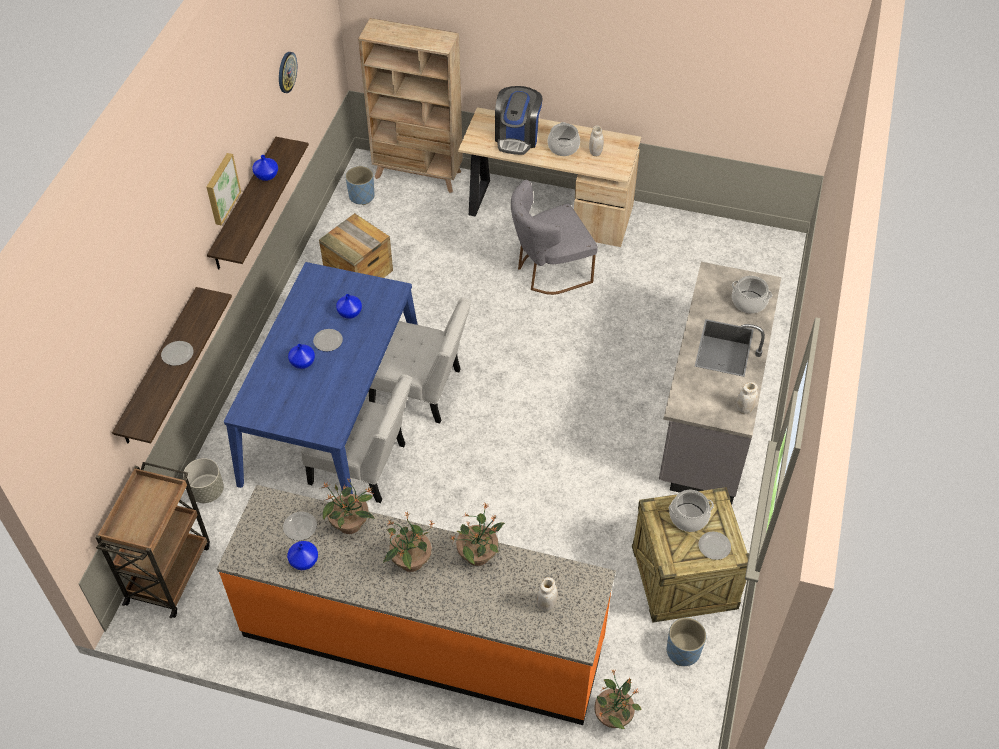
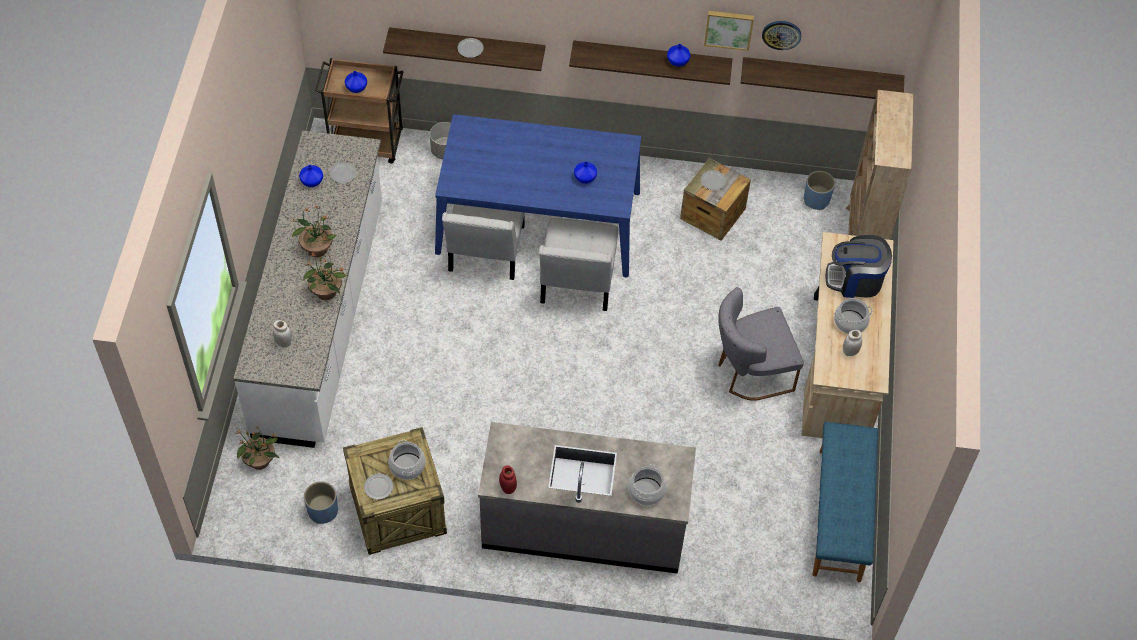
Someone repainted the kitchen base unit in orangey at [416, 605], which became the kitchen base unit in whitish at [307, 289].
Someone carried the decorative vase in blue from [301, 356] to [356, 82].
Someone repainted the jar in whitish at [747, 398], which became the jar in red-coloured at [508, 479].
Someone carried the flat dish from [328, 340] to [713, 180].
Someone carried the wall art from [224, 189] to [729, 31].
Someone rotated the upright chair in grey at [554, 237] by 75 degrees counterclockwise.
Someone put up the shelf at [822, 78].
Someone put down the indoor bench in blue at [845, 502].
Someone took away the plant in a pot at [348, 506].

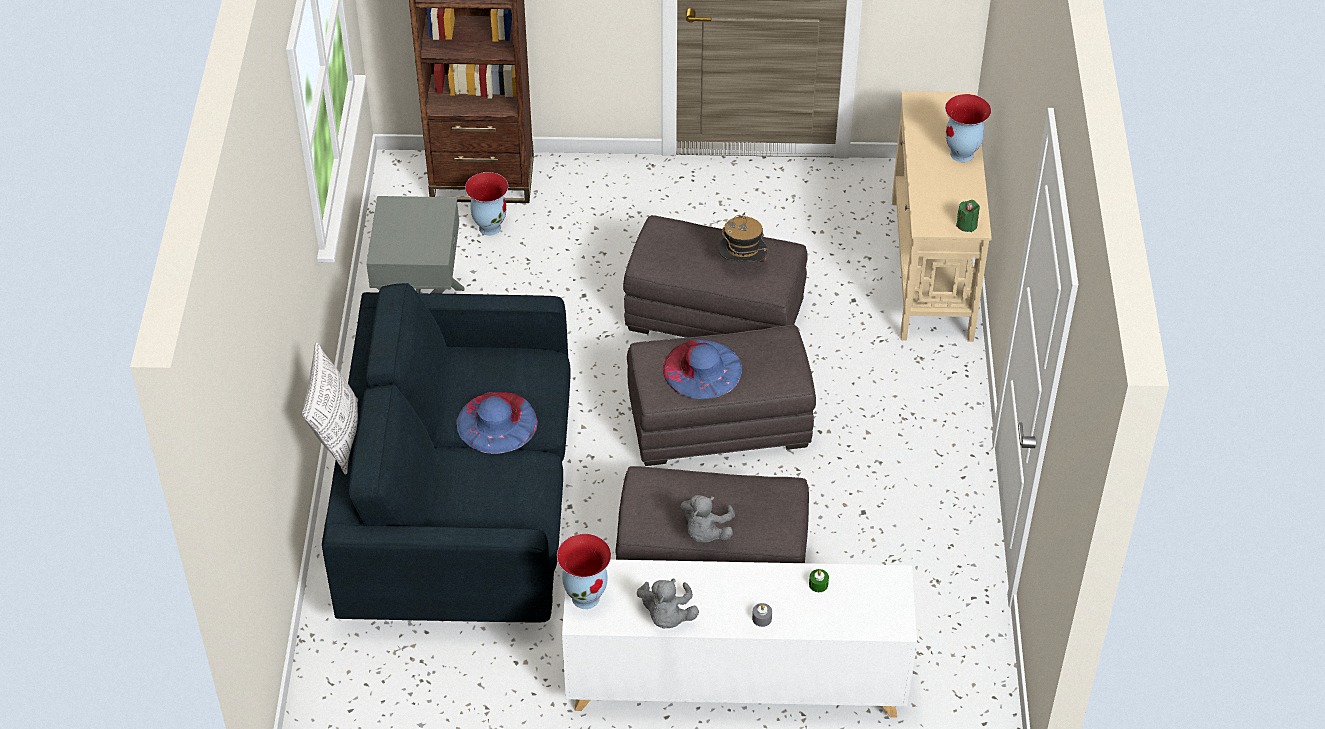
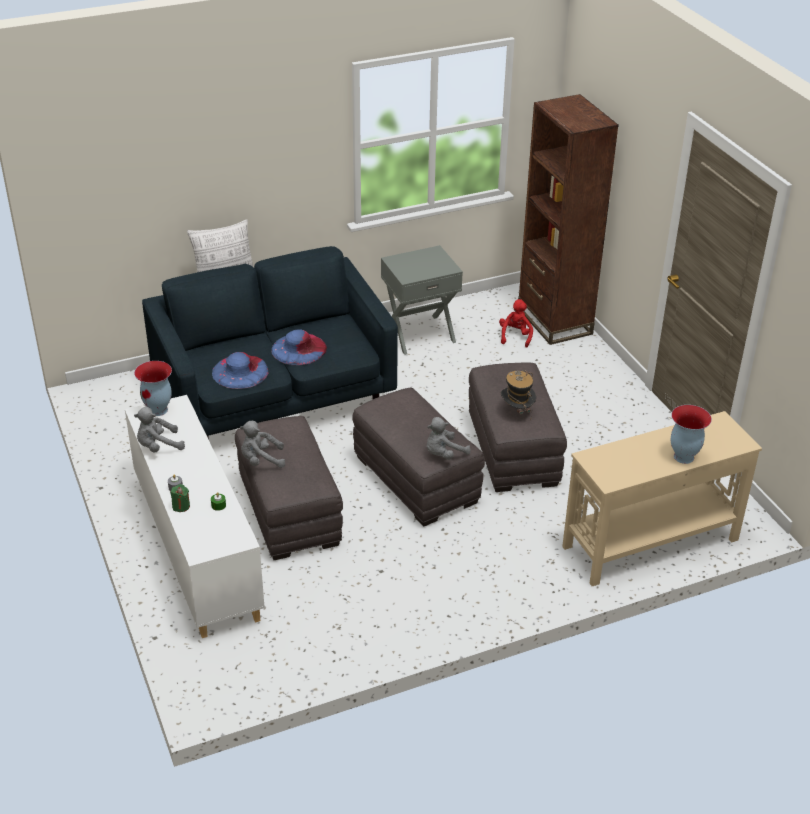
Someone carried the candle in greenish from [968, 216] to [180, 498].
Someone carried the hat in blue from [702, 369] to [240, 370].
Someone put down the soft toy in grey at [449, 438].
Someone swapped the decorative vase at [486, 204] for the soft toy in red-coloured at [516, 323].

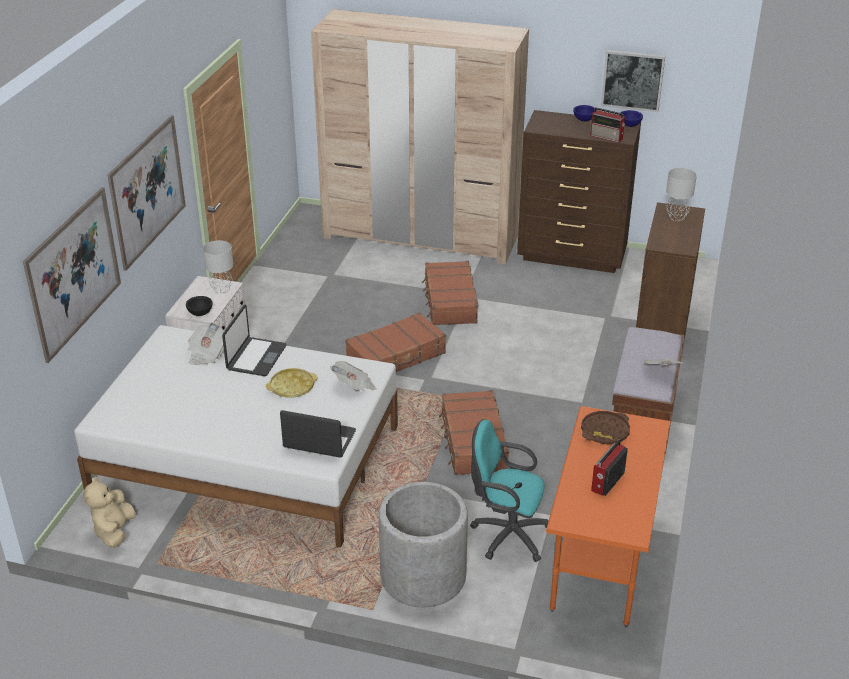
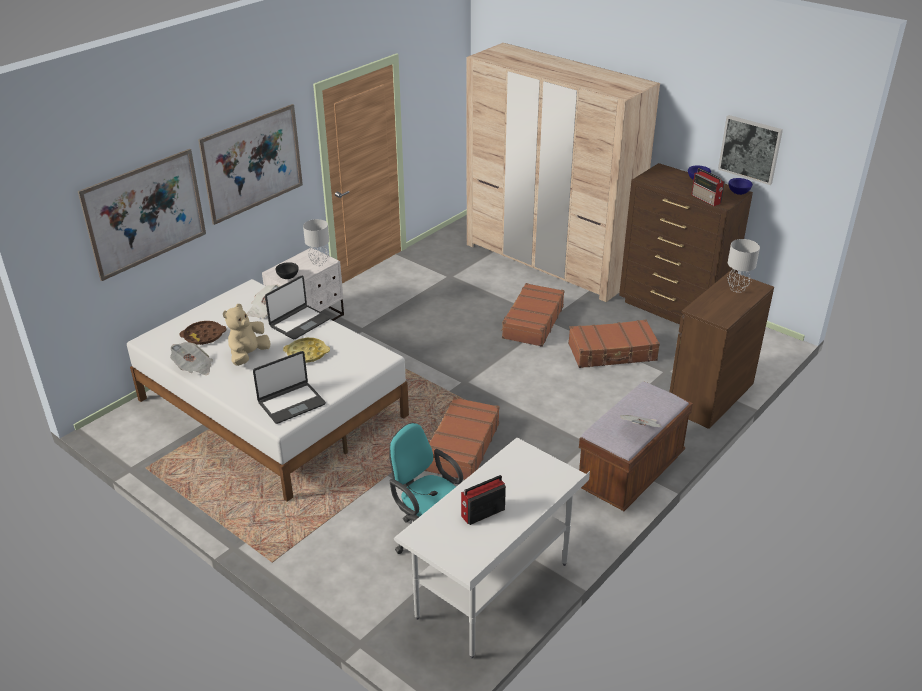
Someone carried the printed paper from [353, 376] to [191, 358].
Someone carried the serving tray in brown-coloured from [605, 428] to [203, 333].
Someone carried the soft toy in sand-coloured from [109, 512] to [246, 335].
Someone rotated the notebook computer at [318, 433] by 105 degrees clockwise.
Someone repainted the desk in orangey at [608, 516], which became the desk in whitish at [492, 548].
Someone carried the piece of luggage in brown-coloured from [395, 342] to [614, 344].
Someone took away the flower pot in grey at [423, 544].

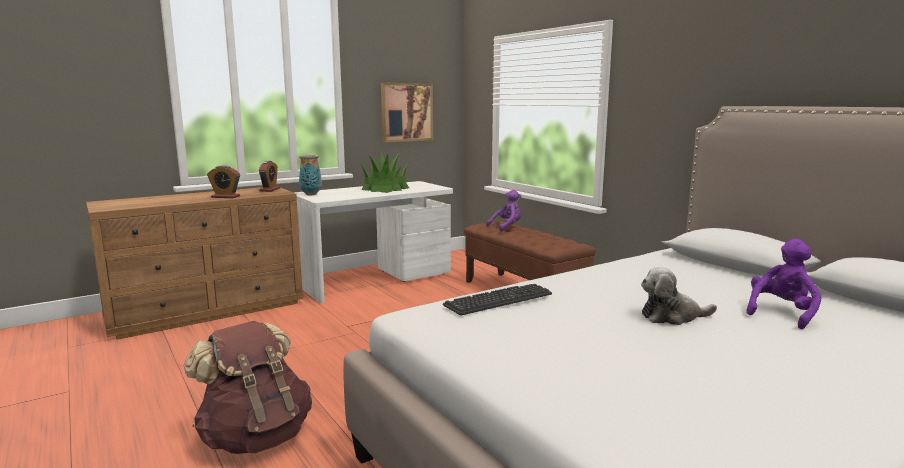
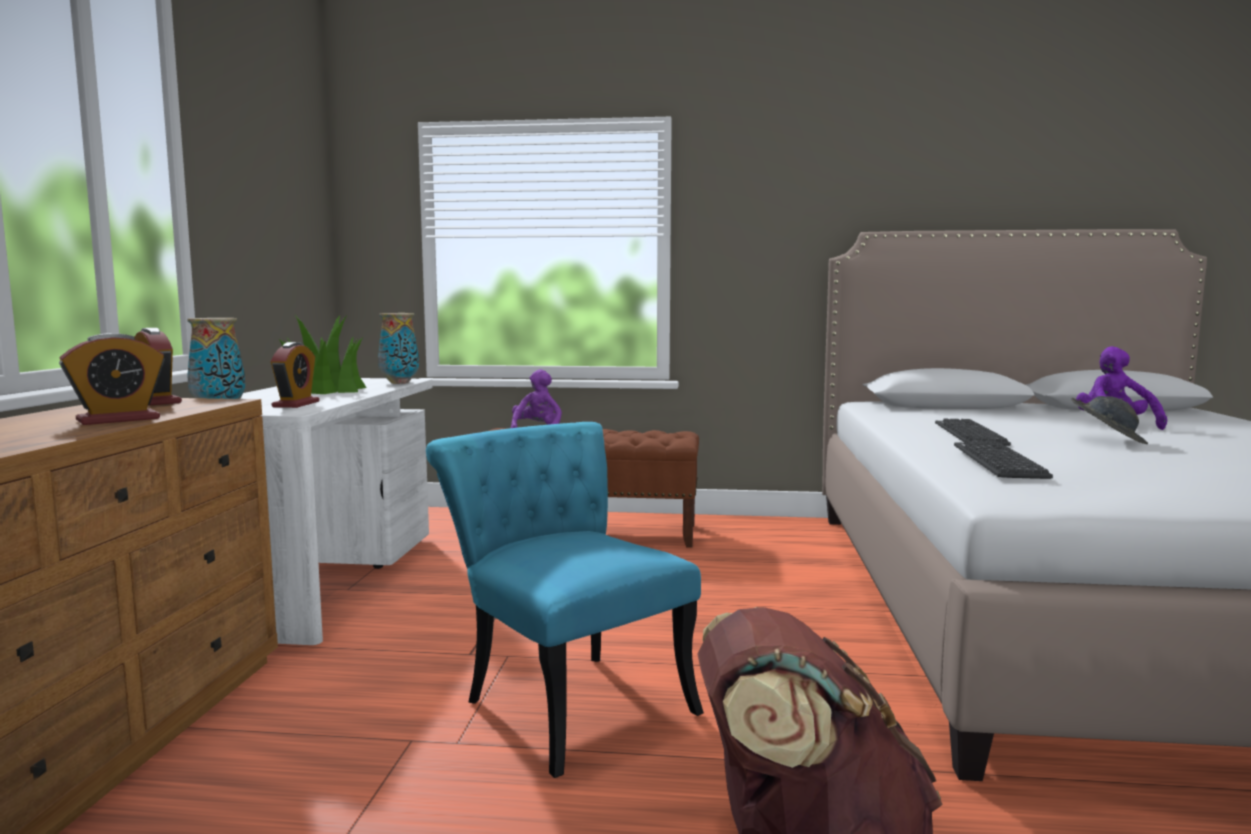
Someone put down the alarm clock at [295, 375].
Someone put down the decorative vase at [398, 348].
Someone put down the upright chair in turquoise at [565, 600].
Someone put down the keyboard at [973, 432].
Someone swapped the soft toy at [679, 296] for the hat in grey at [1109, 420].
Someone took away the wall art at [407, 112].

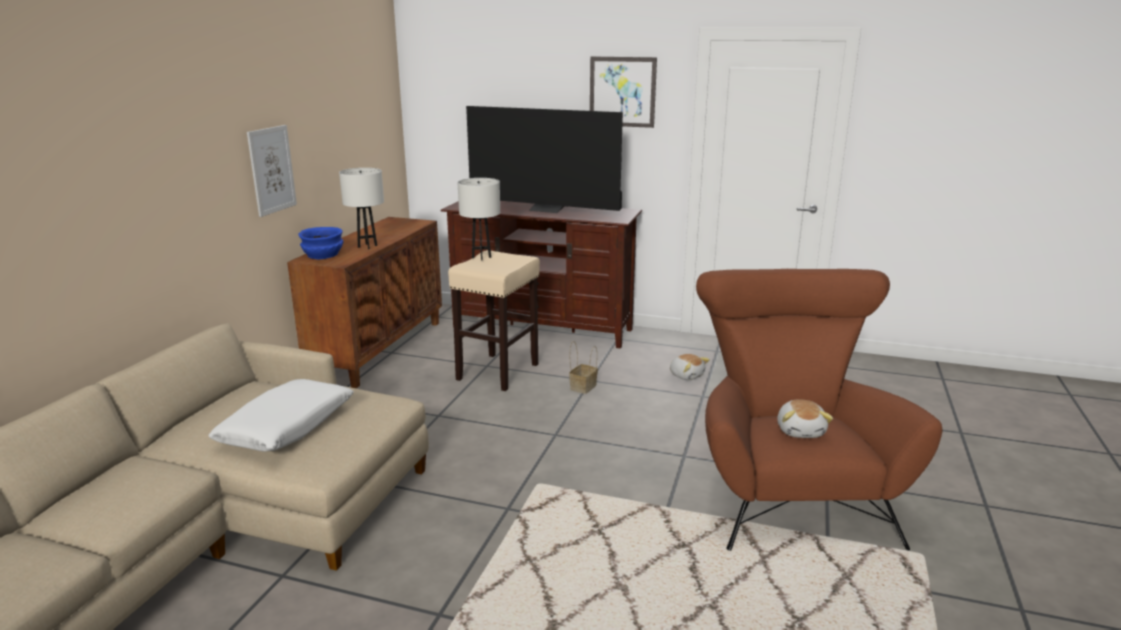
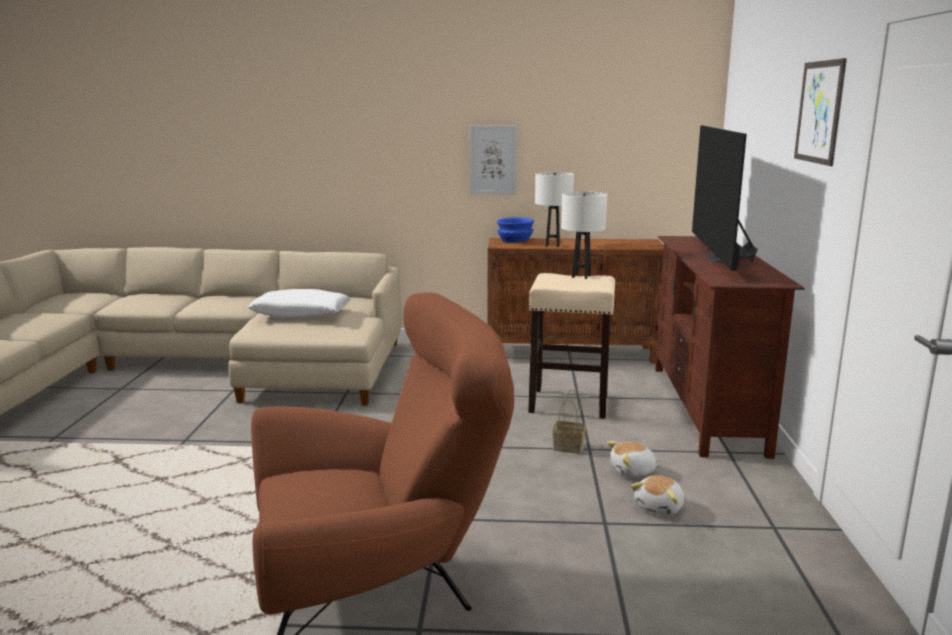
Someone carried the soft toy from [805, 418] to [633, 459].

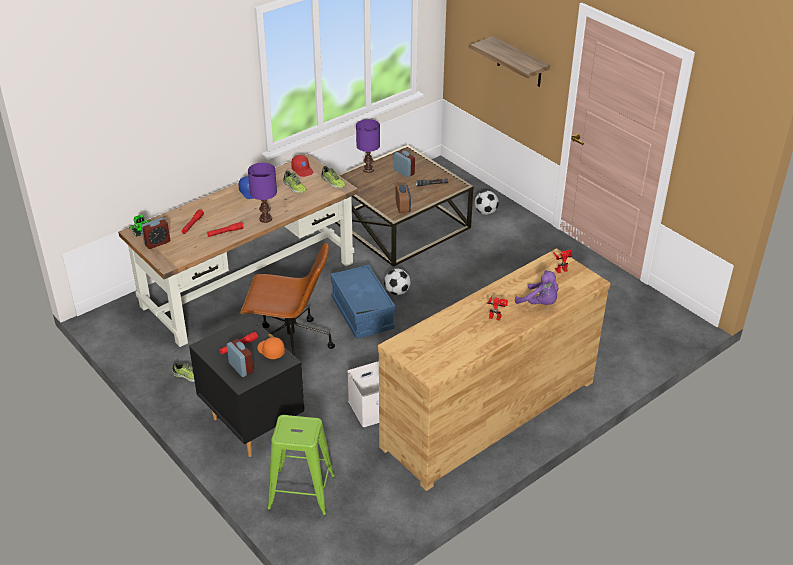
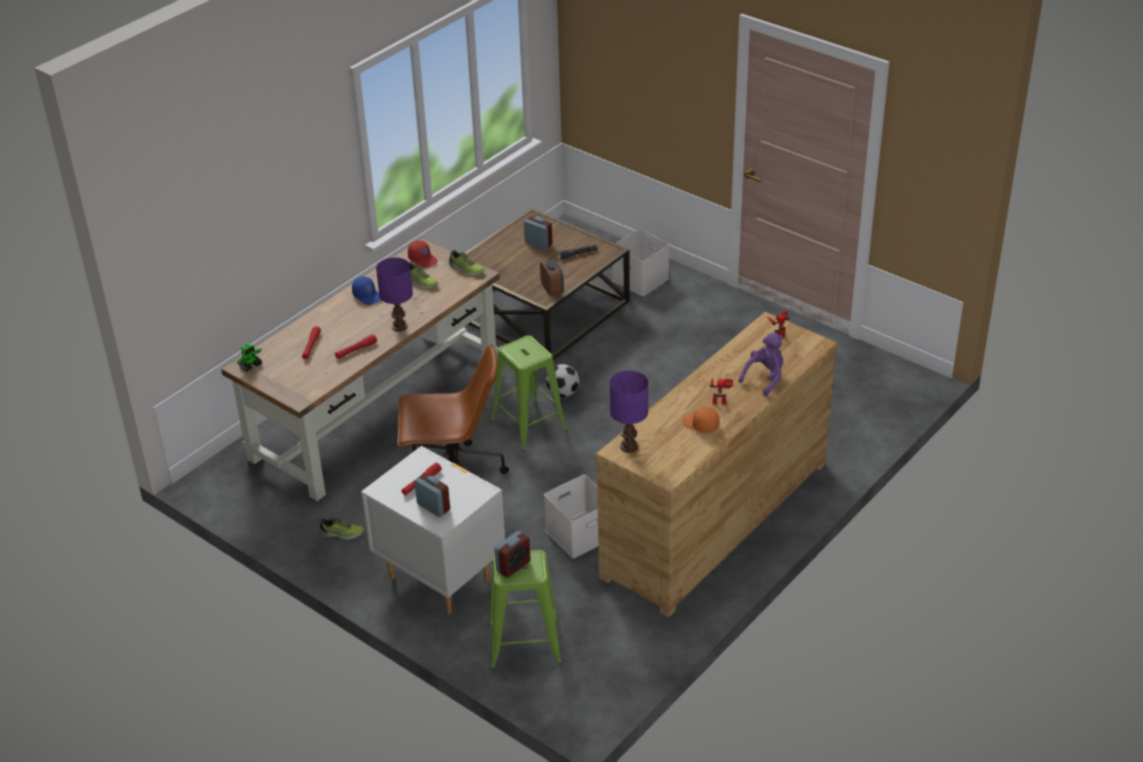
Someone repainted the nightstand in black-coloured at [246, 386], which became the nightstand in whitish at [433, 530].
Someone swapped the storage container in blue at [363, 302] for the sitting stool in greenish at [529, 394].
Someone carried the alarm clock from [155, 233] to [512, 554].
Someone carried the lamp for a table in purple from [368, 146] to [629, 412].
Someone swapped the football ball at [486, 203] for the storage container in whitish at [641, 262].
Someone carried the baseball cap in orangey from [271, 348] to [701, 420].
Someone rotated the soft toy in purple at [536, 287] by 75 degrees counterclockwise.
Someone took away the shelf at [510, 61].

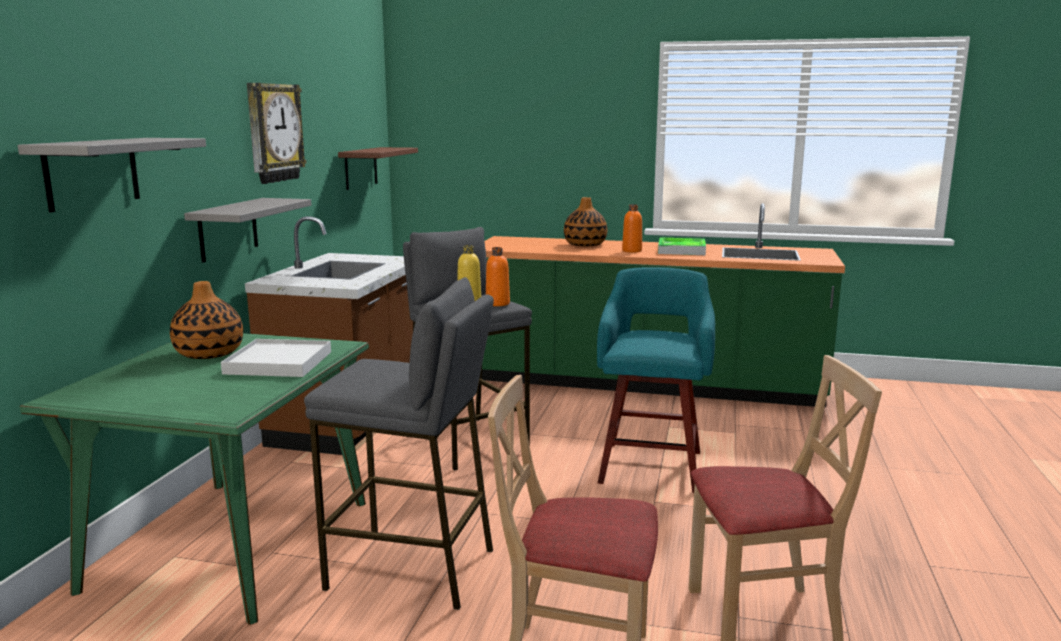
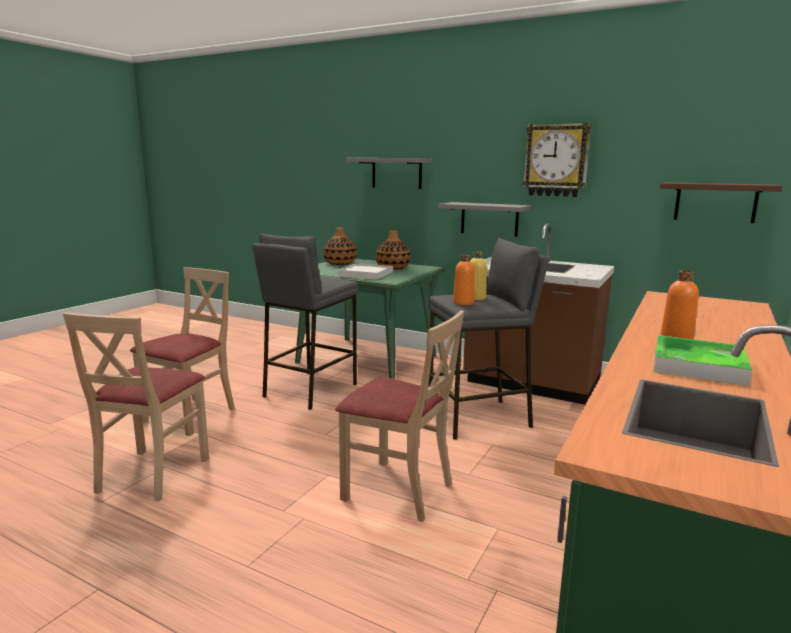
Someone carried the decorative vase from [585, 221] to [340, 246].
Someone swapped the sitting stool in turquoise at [656, 380] for the upright chair in sand-coloured at [399, 416].

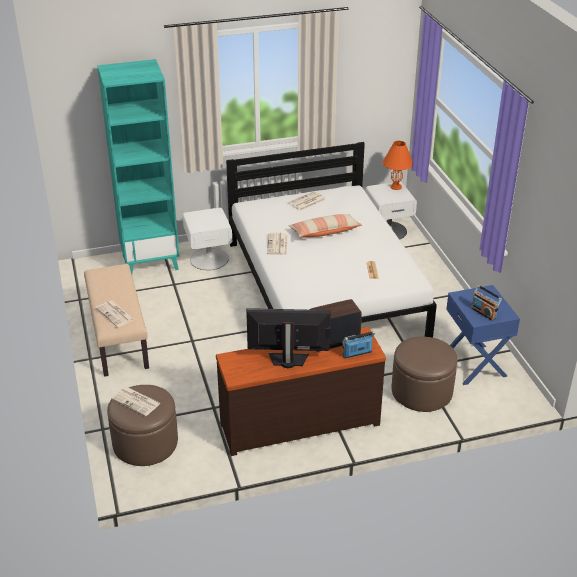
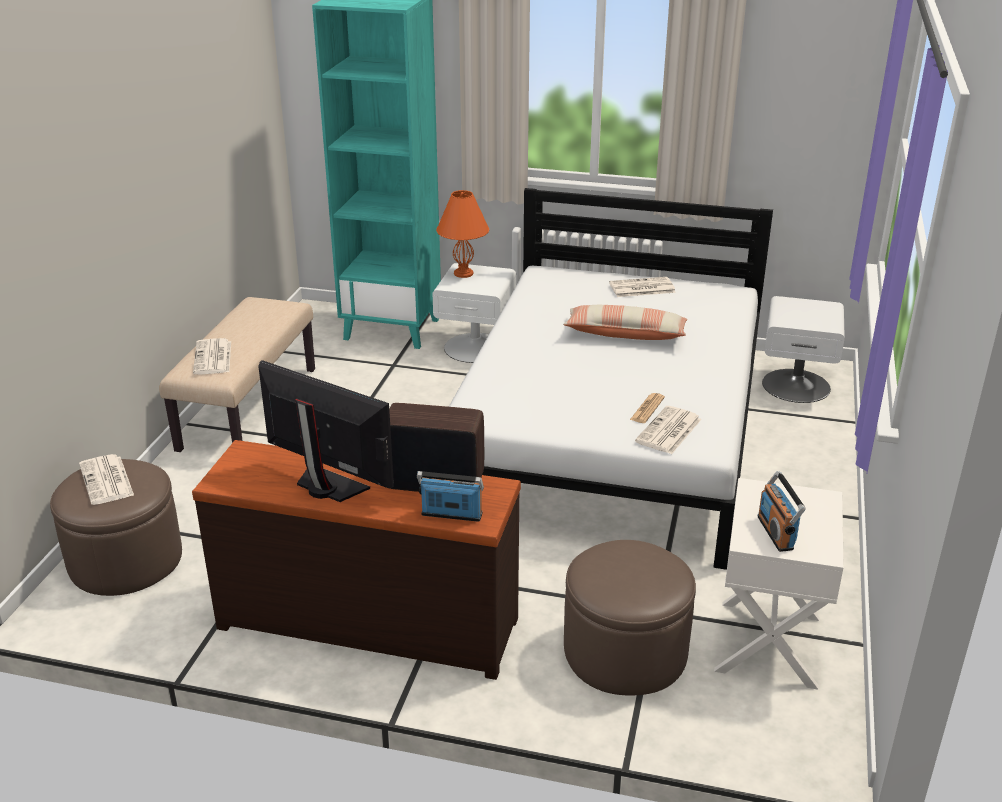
Someone carried the lamp for a table in orangey from [397, 165] to [462, 234].
Someone carried the printed paper from [277, 244] to [668, 430].
Someone repainted the nightstand in blue at [483, 335], which became the nightstand in whitish at [779, 584].

